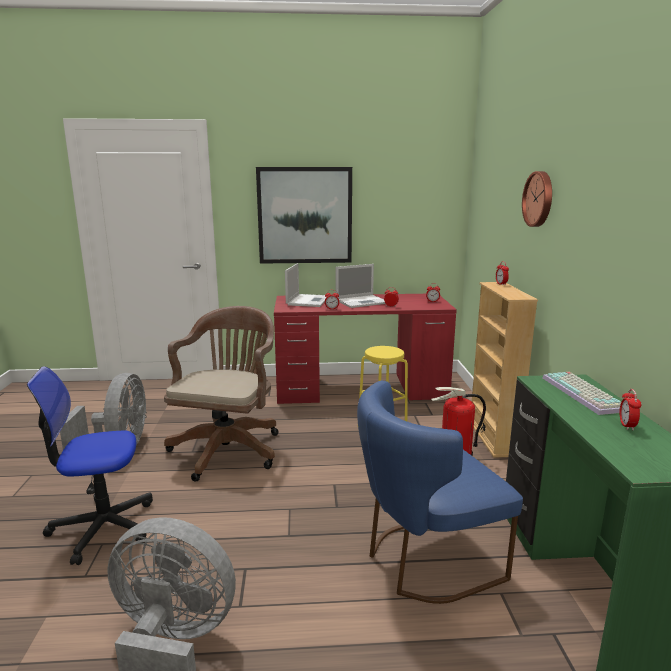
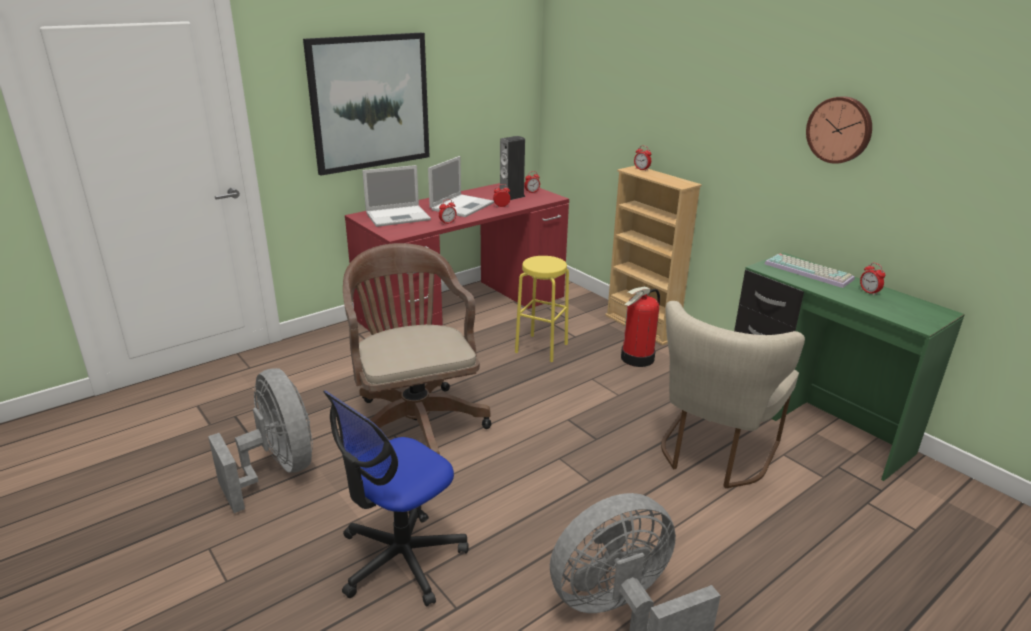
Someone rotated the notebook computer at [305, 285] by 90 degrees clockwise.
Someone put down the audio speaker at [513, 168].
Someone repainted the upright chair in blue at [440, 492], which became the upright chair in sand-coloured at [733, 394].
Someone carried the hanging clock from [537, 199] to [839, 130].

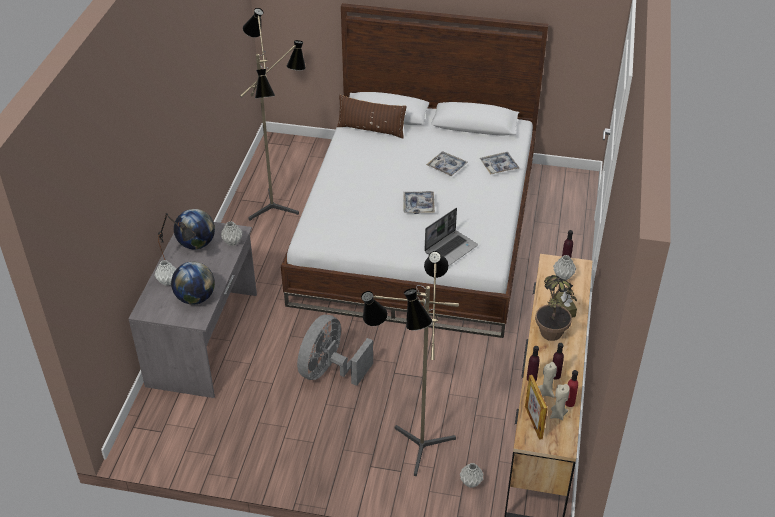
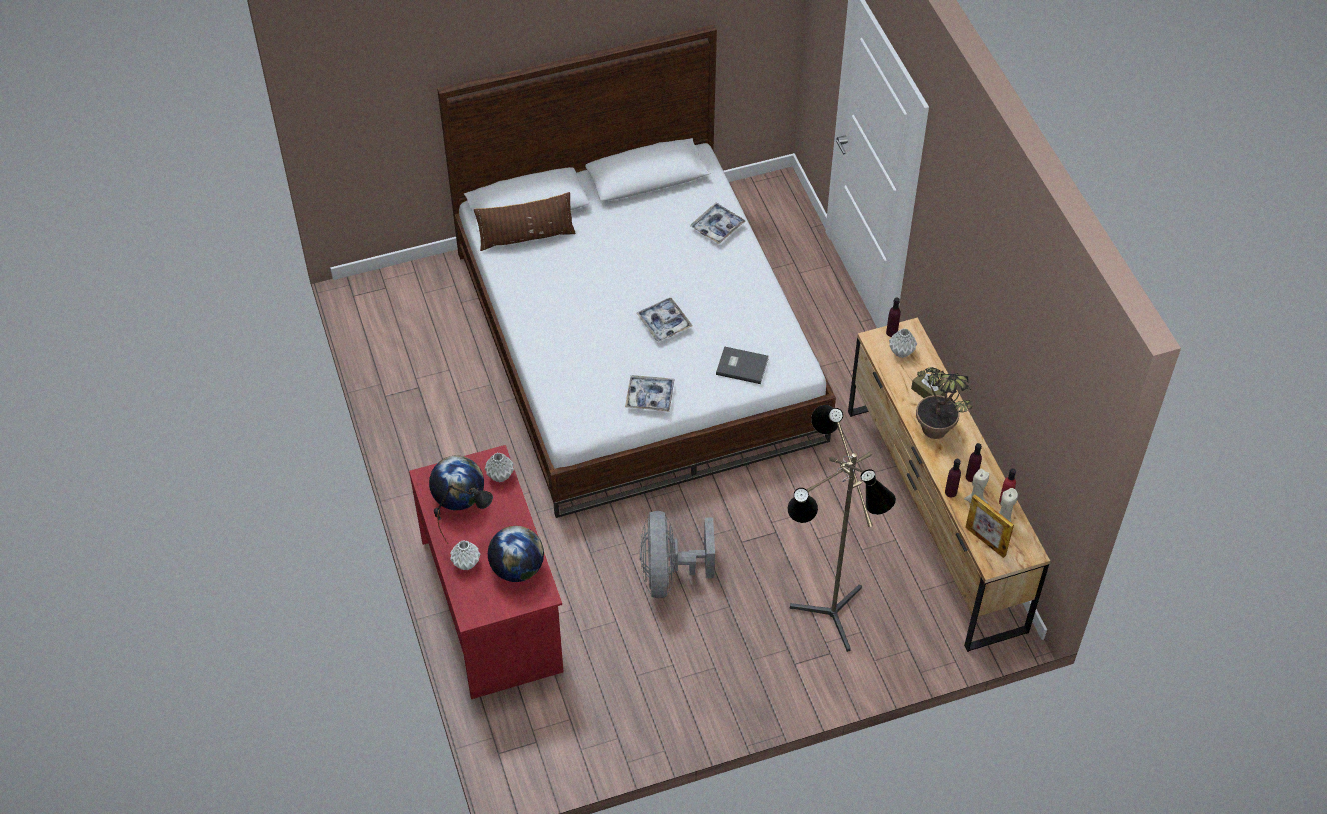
Someone repainted the desk in grey at [193, 310], which became the desk in red-coloured at [486, 572].
Someone carried the serving tray from [447, 164] to [650, 393].
Someone swapped the notebook computer at [451, 237] for the bound book in grey at [742, 365].
Someone took away the standard lamp at [273, 114].
Someone took away the decorative vase in grey at [472, 475].

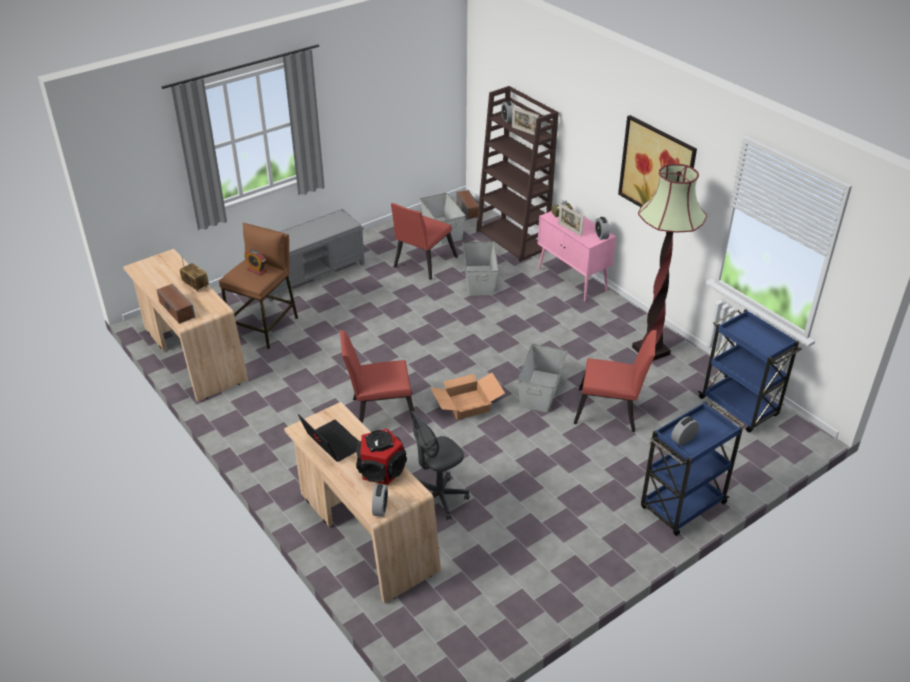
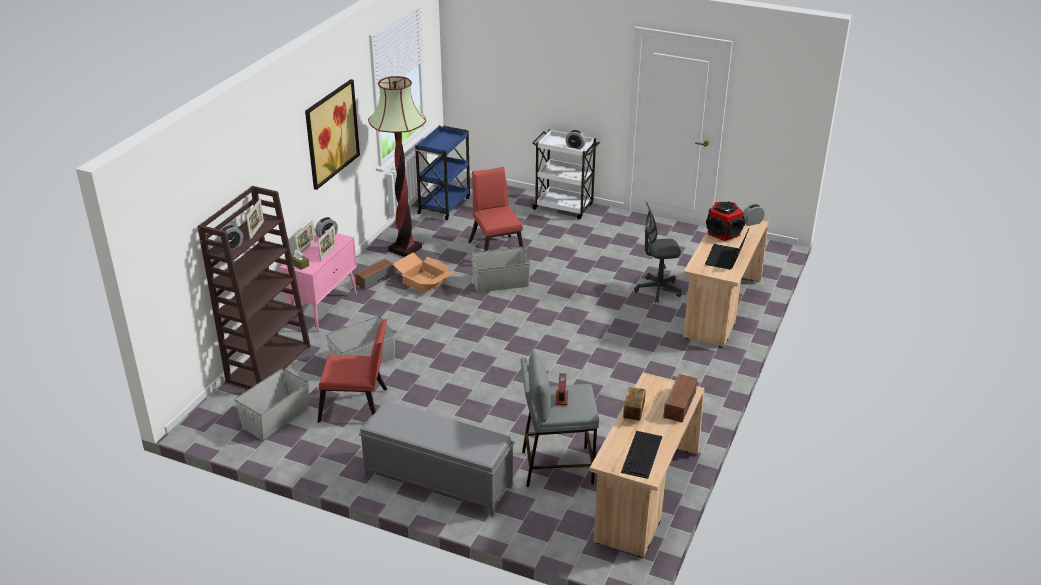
Someone put down the standing frame at [305, 236].
Someone carried the audio speaker from [467, 204] to [375, 274].
Someone carried the carton from [468, 396] to [423, 273].
Someone repainted the sitting stool in brown-coloured at [258, 285], which became the sitting stool in grey at [560, 419].
Someone repainted the trolley in blue at [693, 468], which became the trolley in whitish at [565, 174].
Someone put down the keyboard at [641, 455].
Someone rotated the office chair in grey at [440, 465] by 150 degrees clockwise.
Someone took away the upright chair in red-coloured at [378, 379].

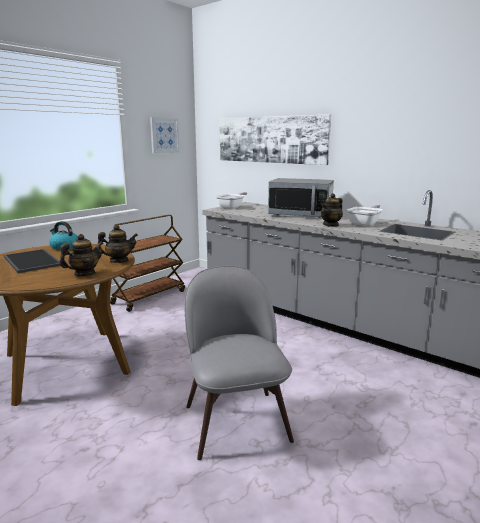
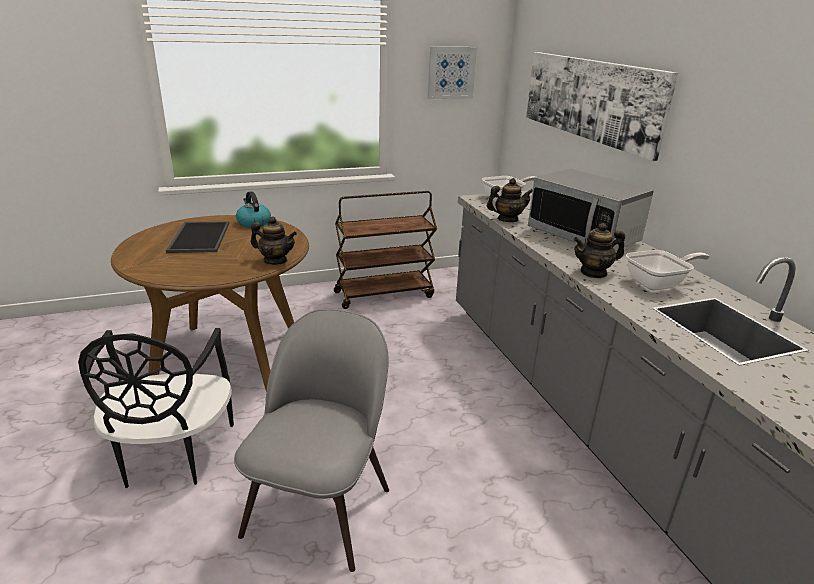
Someone put down the upright chair in black-coloured at [156, 408].
Someone carried the tea pot from [81, 255] to [509, 200].

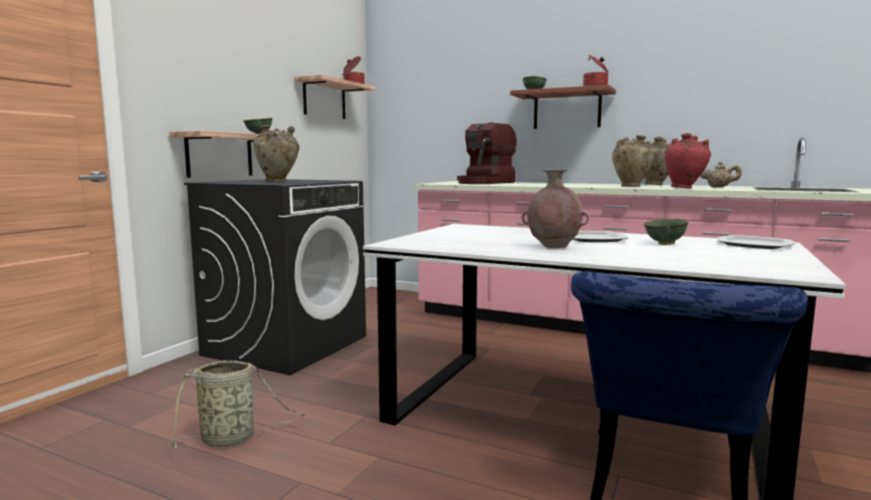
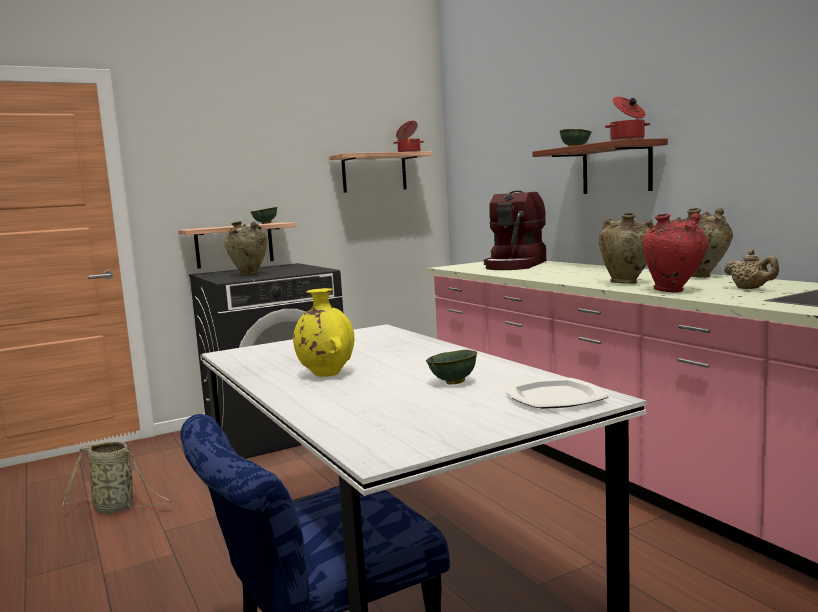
Someone repainted the decorative vase in brown-coloured at [555, 209], which became the decorative vase in yellow at [323, 332].
Someone rotated the coffee brewer at [487, 153] by 45 degrees counterclockwise.
Someone took away the flat dish at [600, 236].

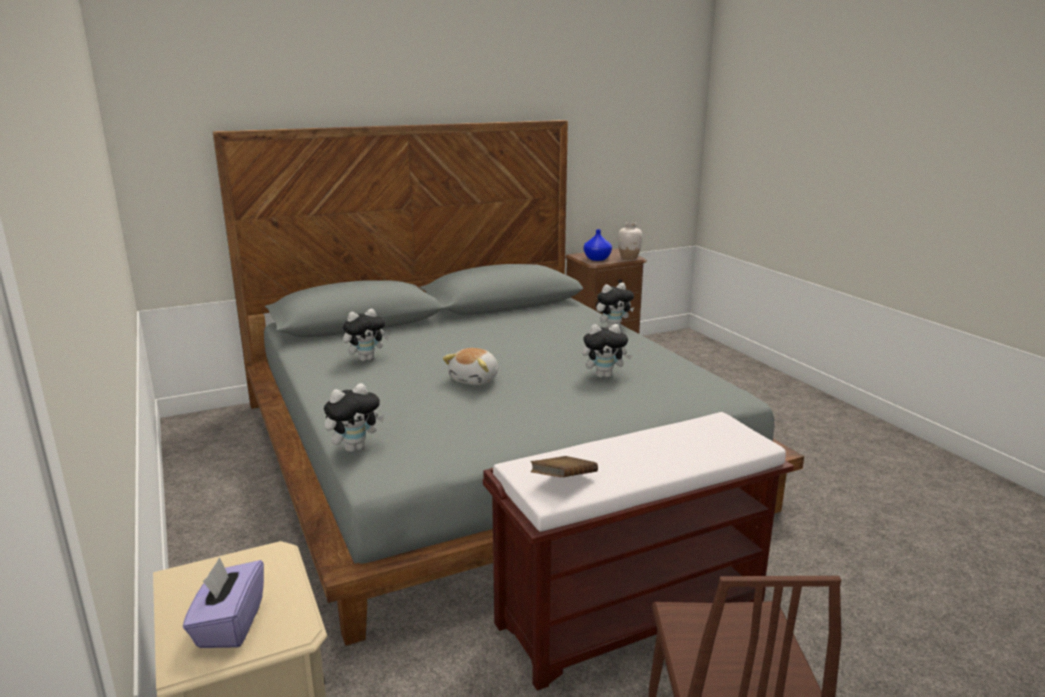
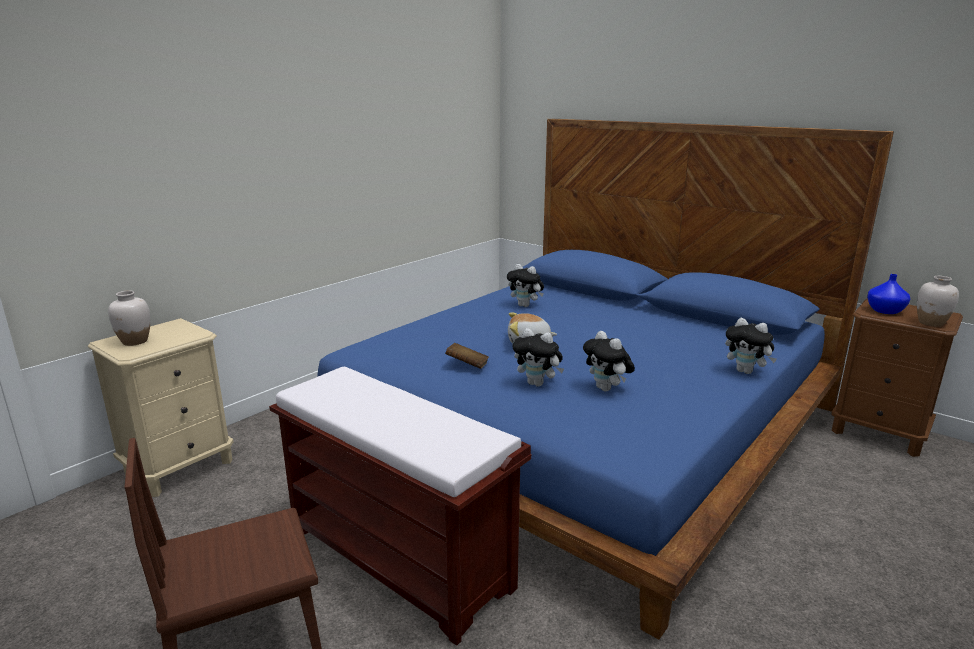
Someone swapped the box of tissues in purple at [223, 602] for the decorative vase in whitish at [129, 318].
Someone repainted the bedroom bed in grey at [508, 383], which became the bedroom bed in blue at [605, 379].
Someone carried the bound book in brown-coloured from [564, 466] to [467, 356].
Someone carried the soft toy from [354, 417] to [538, 357].

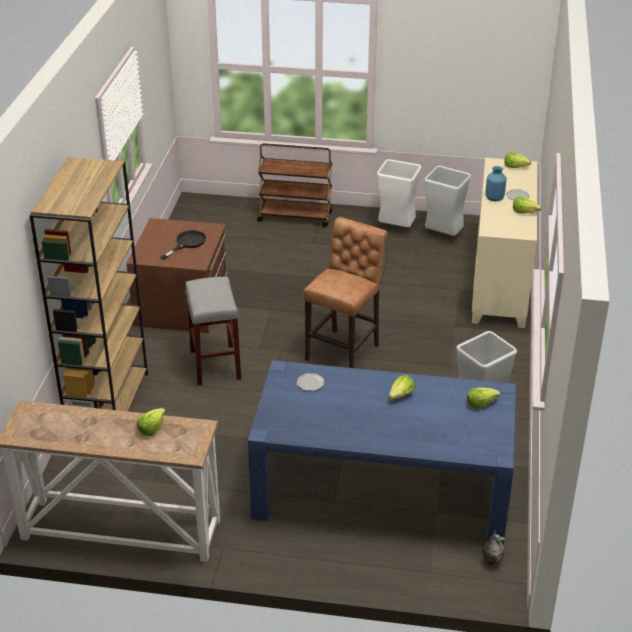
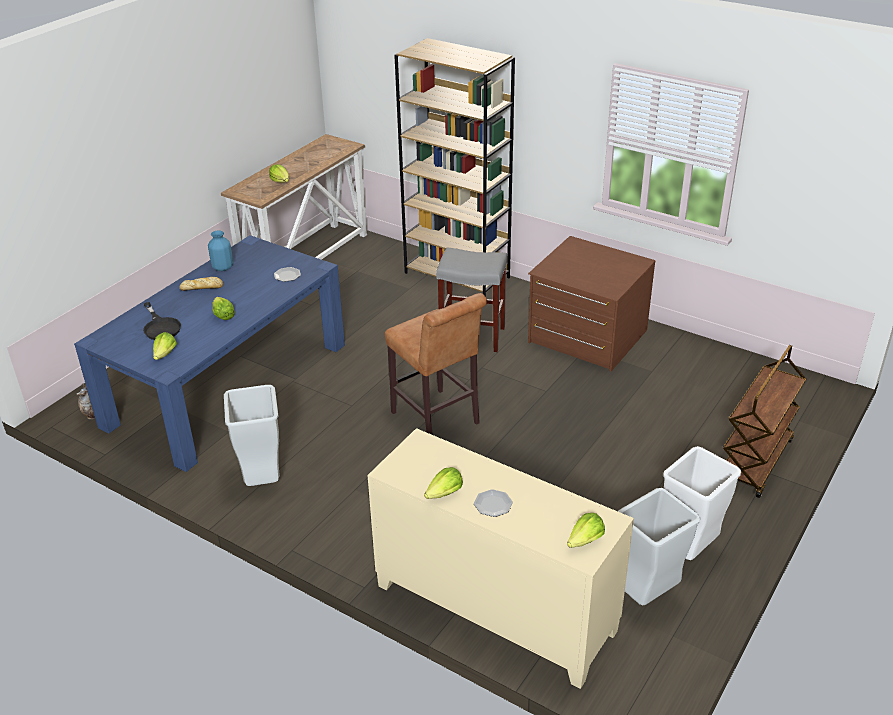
Someone carried the frying pan in black-coloured from [183, 245] to [162, 321].
Someone put down the bakery bread at [201, 284].
Someone carried the decorative vase in blue from [495, 183] to [220, 250].

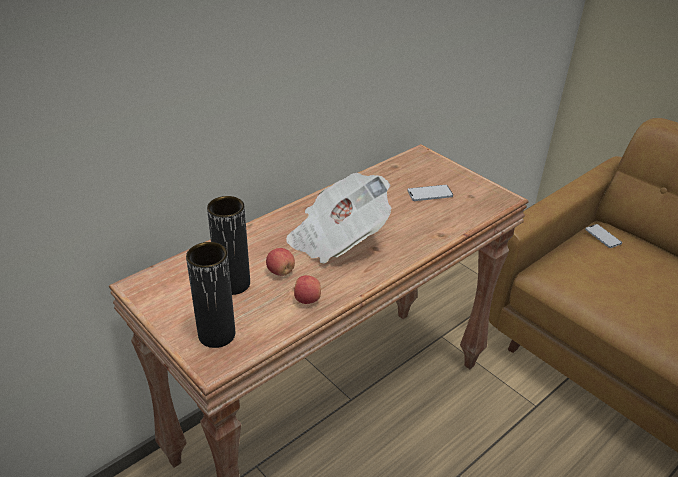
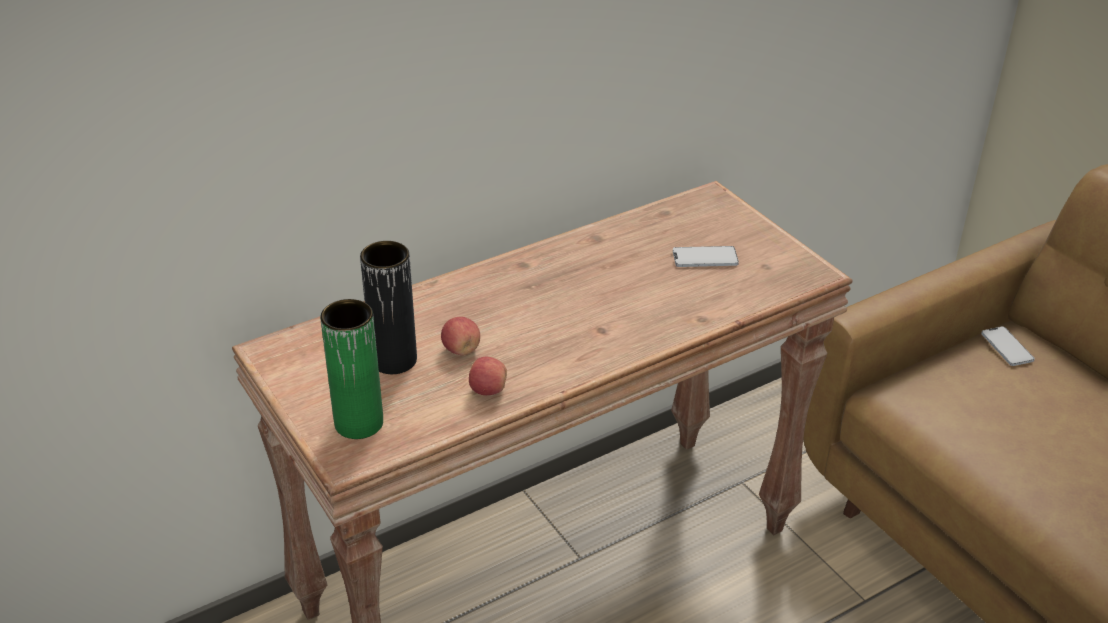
Someone repainted the decorative vase in black-coloured at [210, 295], which became the decorative vase in greenish at [351, 369].
Someone took away the printed paper at [338, 218].

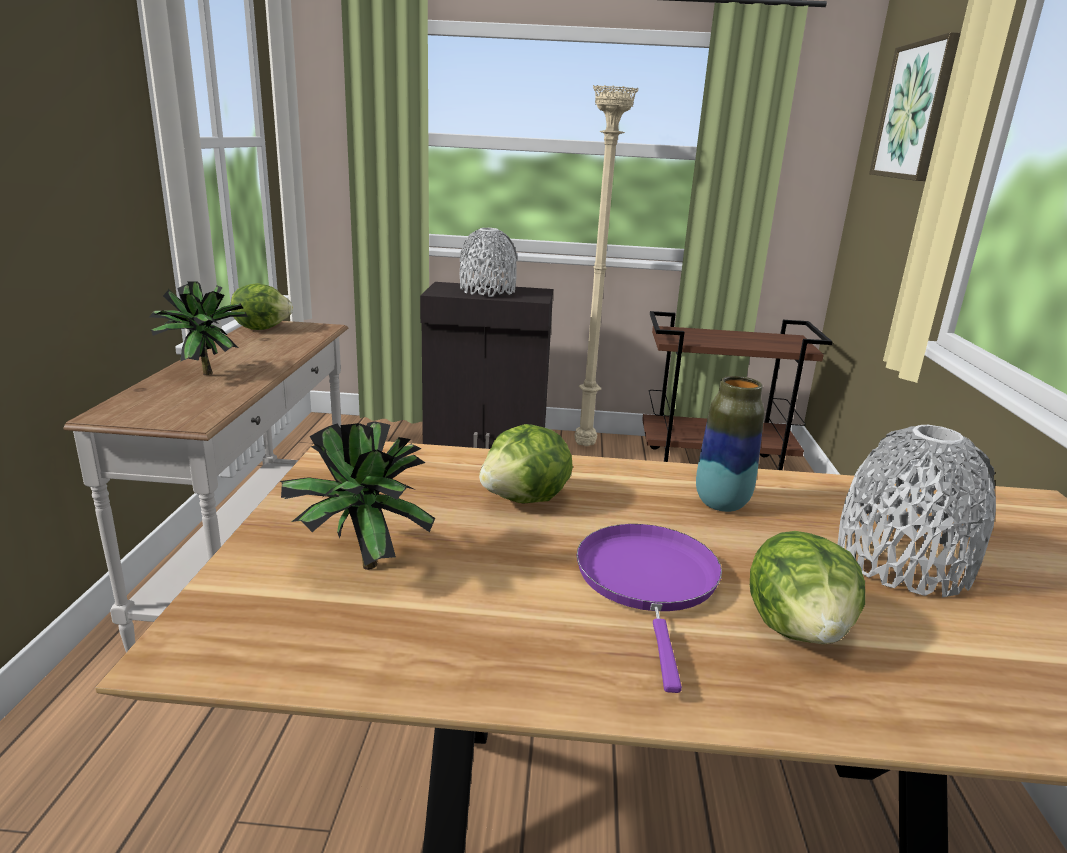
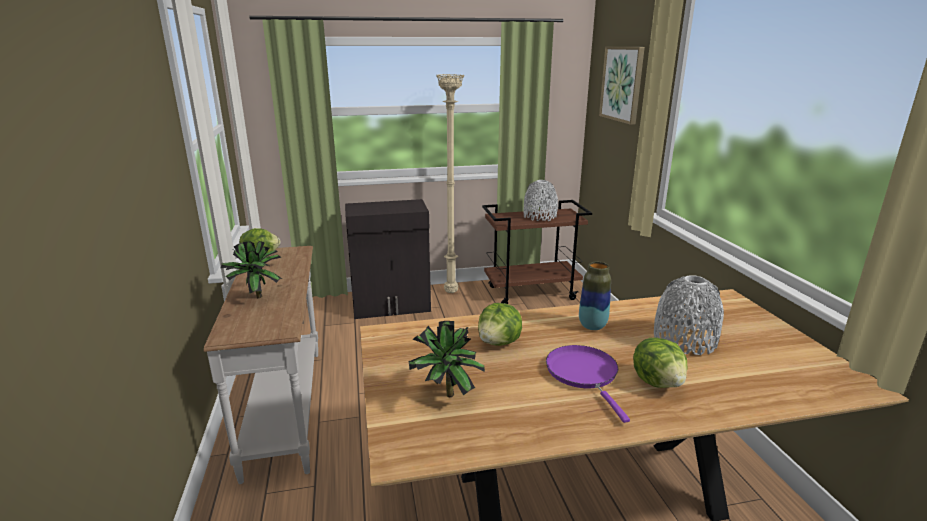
Someone carried the decorative vase in grey from [488, 262] to [541, 200].

